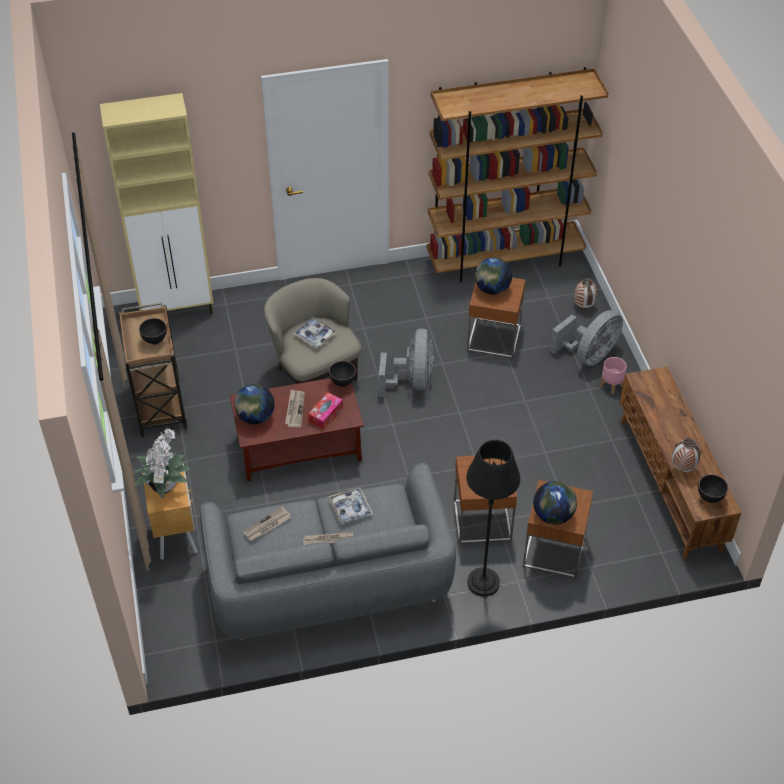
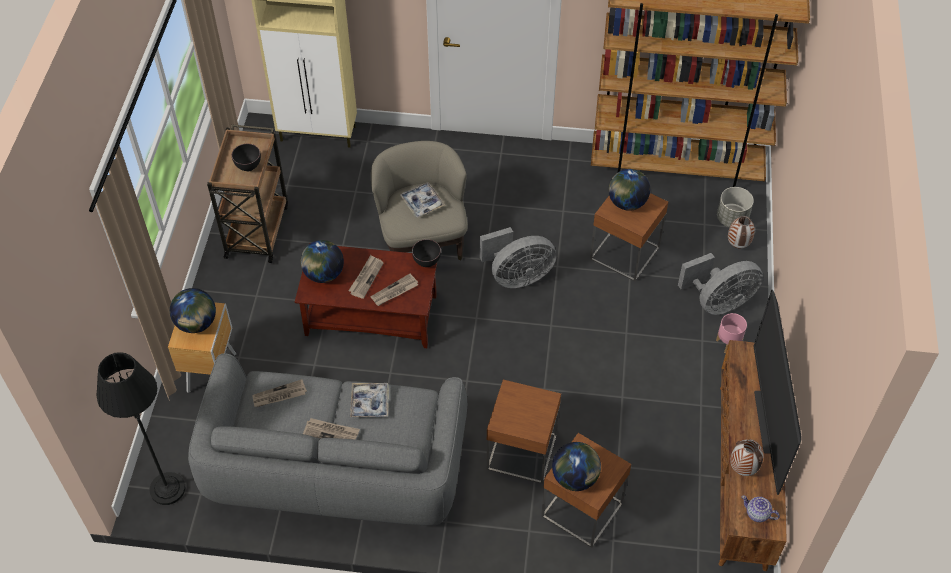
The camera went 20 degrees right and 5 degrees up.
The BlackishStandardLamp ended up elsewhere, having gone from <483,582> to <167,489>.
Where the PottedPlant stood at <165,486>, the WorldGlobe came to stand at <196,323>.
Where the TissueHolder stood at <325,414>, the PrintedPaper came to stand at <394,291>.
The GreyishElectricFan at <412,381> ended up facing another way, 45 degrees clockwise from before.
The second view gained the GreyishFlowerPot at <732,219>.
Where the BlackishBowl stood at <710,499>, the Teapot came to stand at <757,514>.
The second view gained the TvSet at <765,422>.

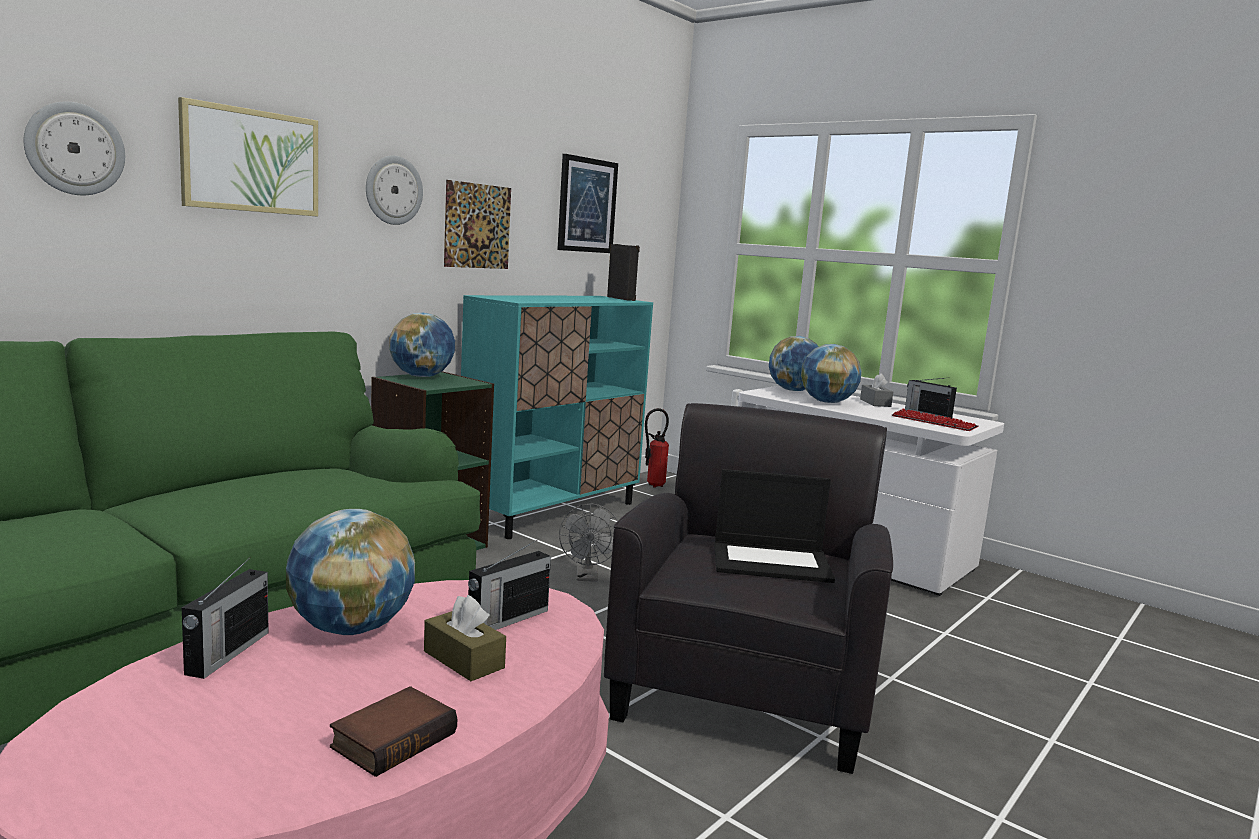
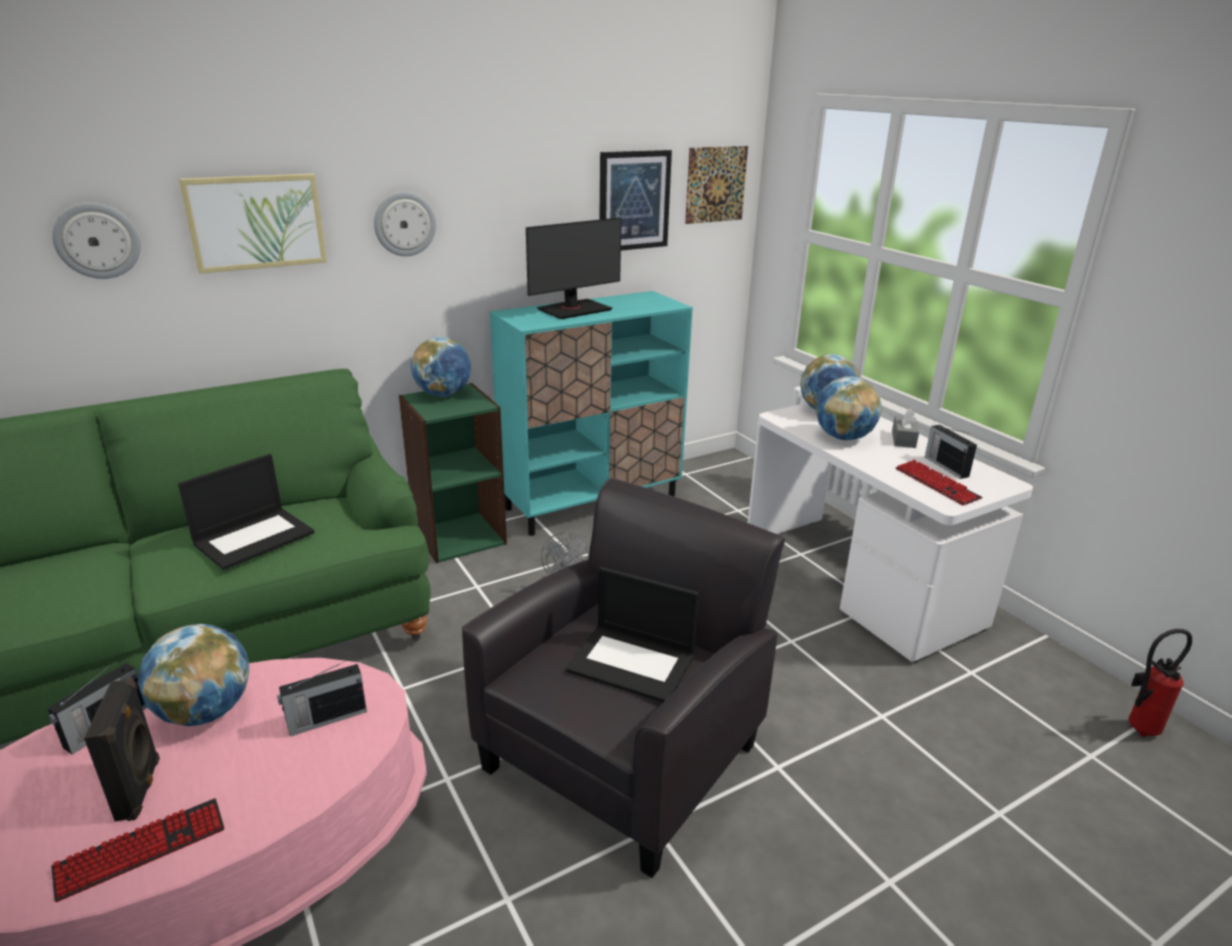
The camera went 20 degrees right and 15 degrees up.
Where the Book stood at <393,738>, the Keyboard came to stand at <141,849>.
The BlackishLoudspeaker ended up elsewhere, having gone from <622,299> to <140,788>.
The second view gained the NotebookComputer at <254,537>.
The second view gained the ComputerDisplay at <574,309>.
The Picture ended up elsewhere, having gone from <477,226> to <716,184>.
The Extinguisher ended up elsewhere, having gone from <652,485> to <1137,729>.
The second view lost the BrownColouredTissueHolder at <463,659>.

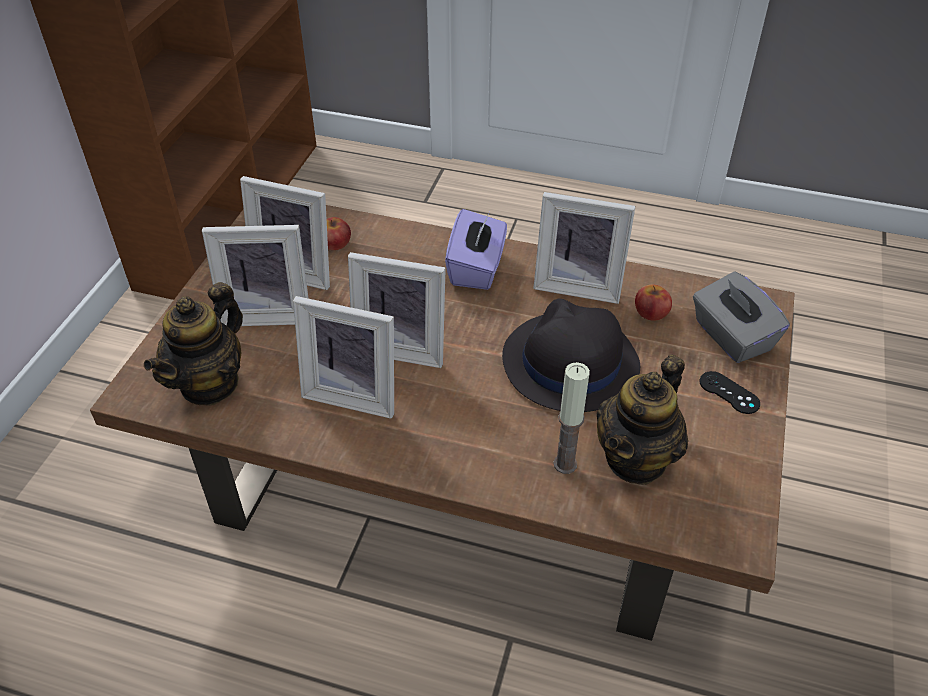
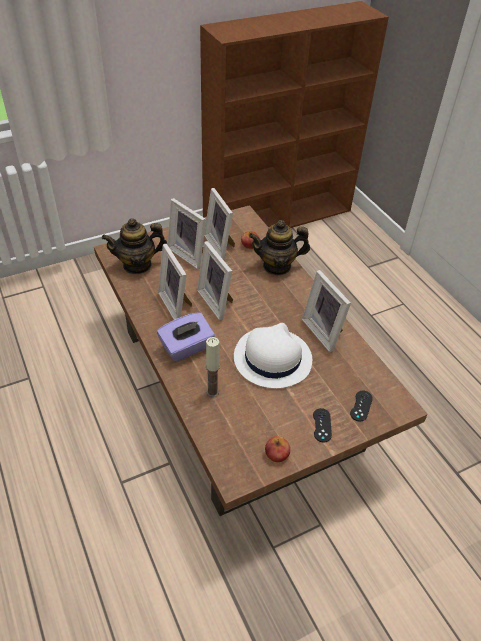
The camera went 45 degrees right and 0 degrees up.
The PurpleTissueHolder ended up elsewhere, having gone from <477,268> to <186,348>.
What was the BlackishWearableHat at <569,363> turned into the WhiteWearableHat at <272,358>.
The Teapot ended up elsewhere, having gone from <636,458> to <277,266>.
The AppleFruit ended up elsewhere, having gone from <651,312> to <276,454>.
Where the GreyishTissueHolder stood at <731,337>, the BlackishGameController came to stand at <361,406>.

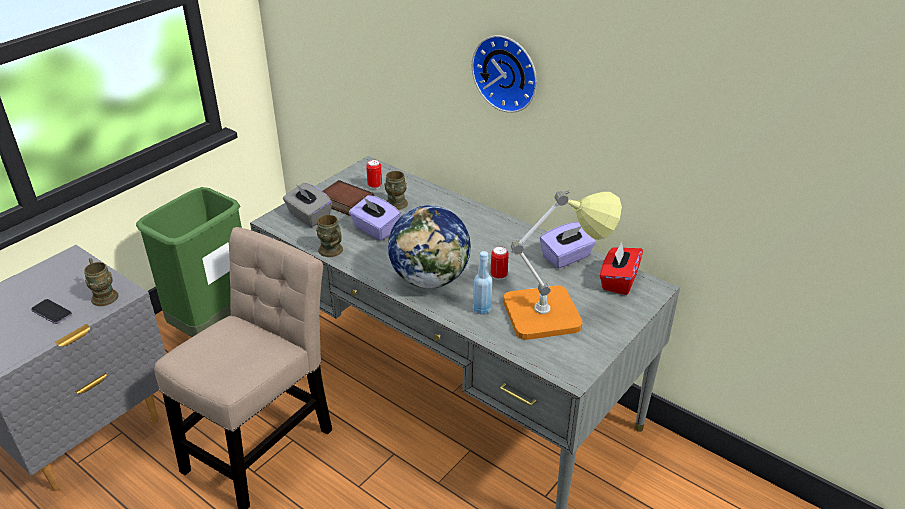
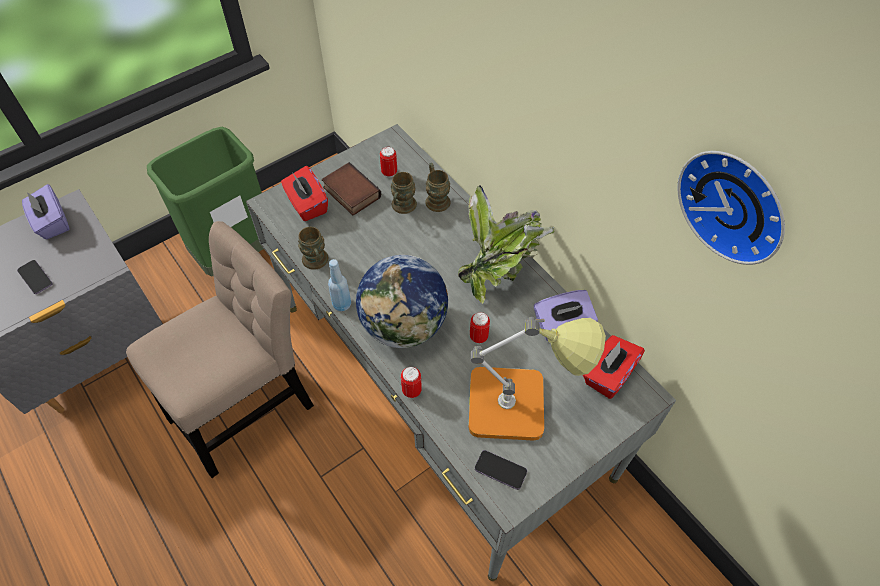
The camera went 15 degrees right and 20 degrees up.
The PurpleTissueHolder ended up elsewhere, having gone from <375,230> to <52,222>.
What was the GreyishTissueHolder at <308,216> turned into the RedColouredTissueHolder at <307,205>.
The BlueBeverageBottle ended up elsewhere, having gone from <482,309> to <342,304>.
The second view gained the MetalCan at <411,390>.
The BrownColouredTeaMug ended up elsewhere, having gone from <103,295> to <436,198>.
The second view gained the PottedPlant at <499,268>.
The second view gained the Handset at <500,470>.
The WallClock ended up elsewhere, having gone from <507,72> to <735,204>.

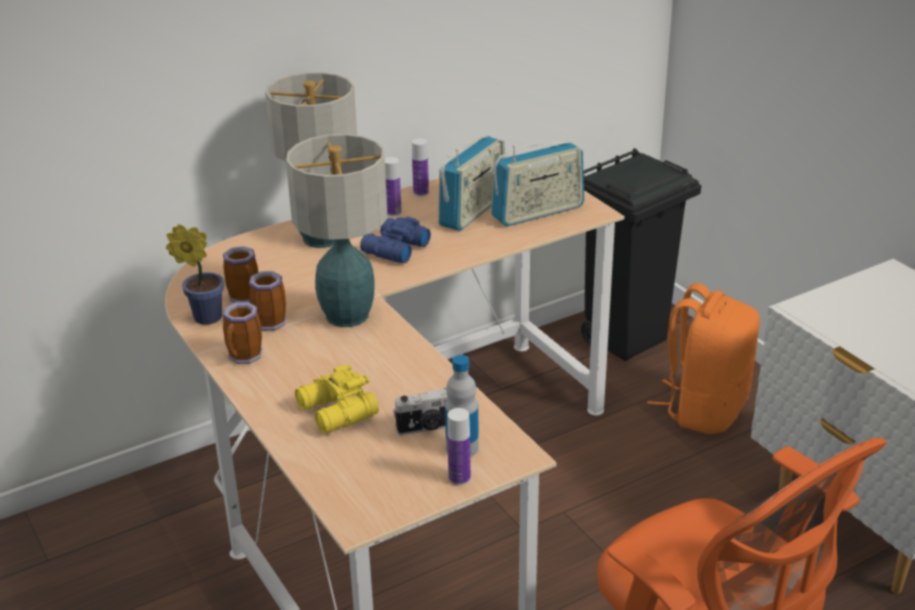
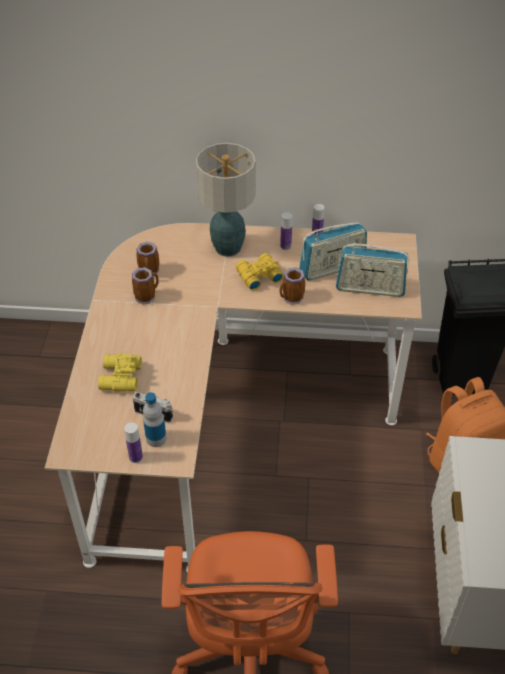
The camera went 35 degrees right and 15 degrees up.
What was the BlueBinoculars at <394,249> turned into the YellowBinoculars at <258,276>.
The TeaMug ended up elsewhere, having gone from <245,357> to <291,299>.
The second view lost the PottedPlant at <204,317>.
The second view lost the TabletopLamp at <346,315>.

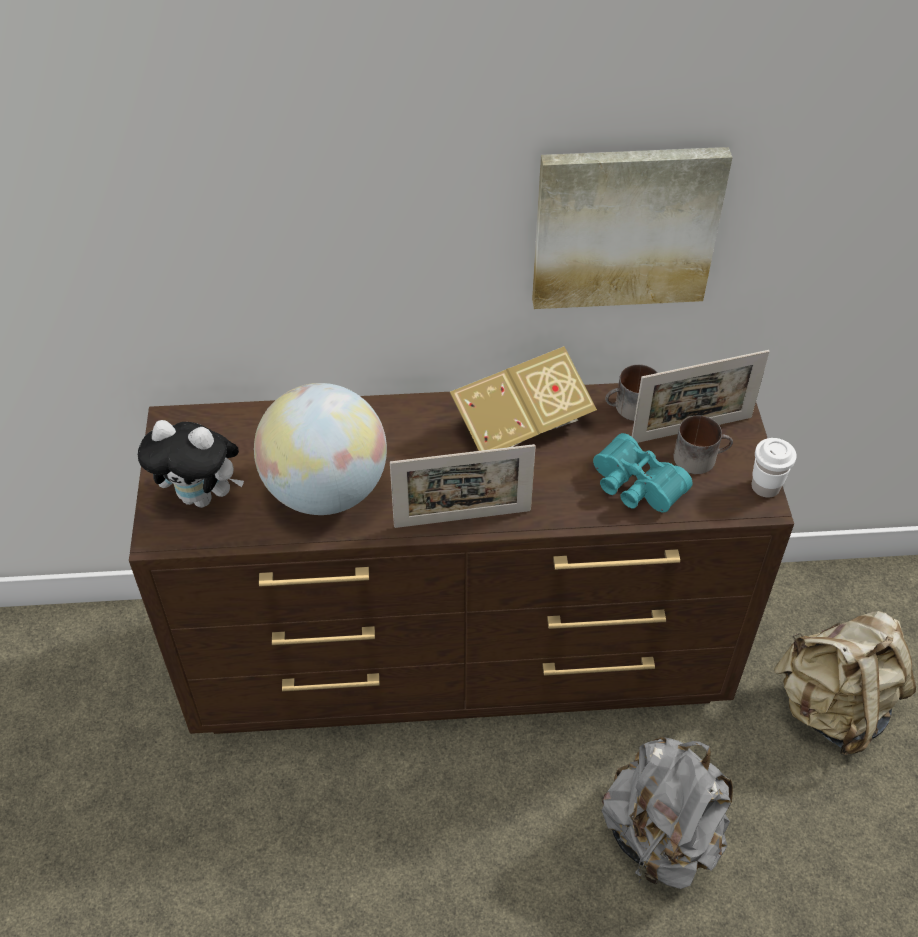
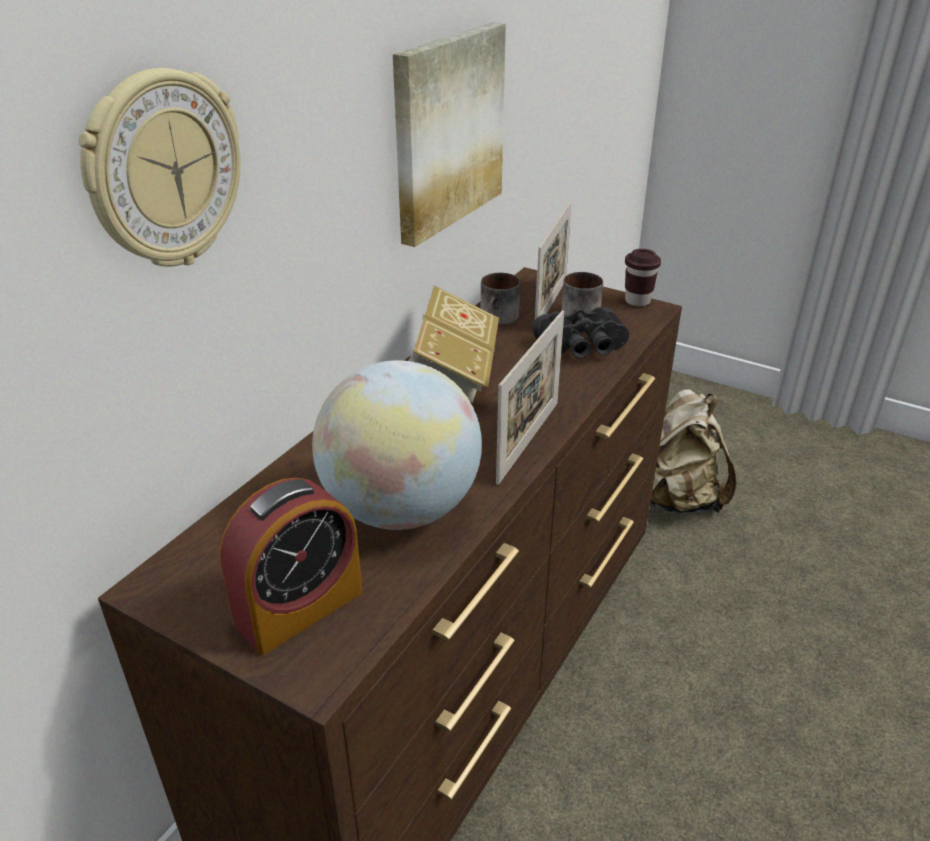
The camera went 55 degrees left and 15 degrees down.
The second view gained the WallClock at <164,171>.
Where the SoftToy stood at <202,497>, the AlarmClock came to stand at <299,608>.
What was the TurquoiseBinoculars at <634,487> turned into the BlackishBinoculars at <582,348>.
What was the WhiteSmallCup at <765,487> turned into the BrownColouredSmallCup at <637,301>.
The second view lost the GreyishBackpack at <661,836>.

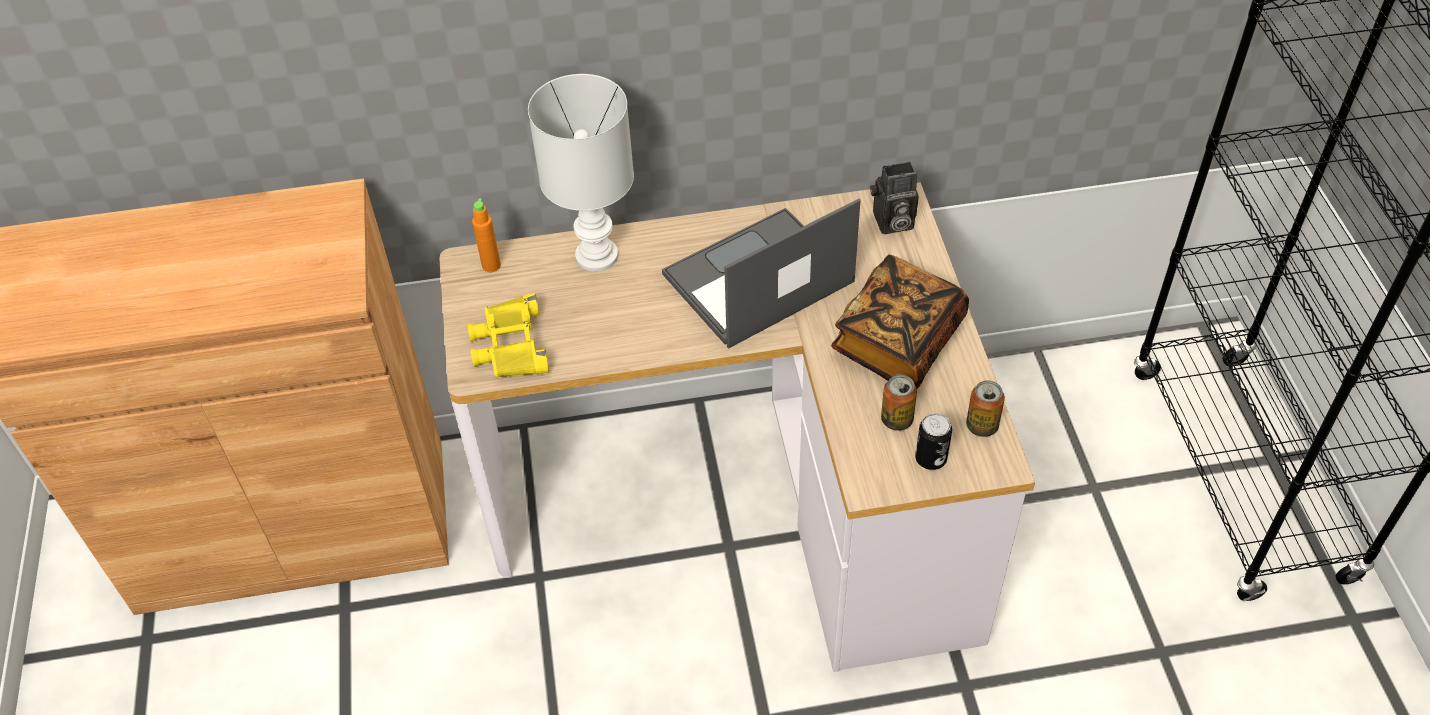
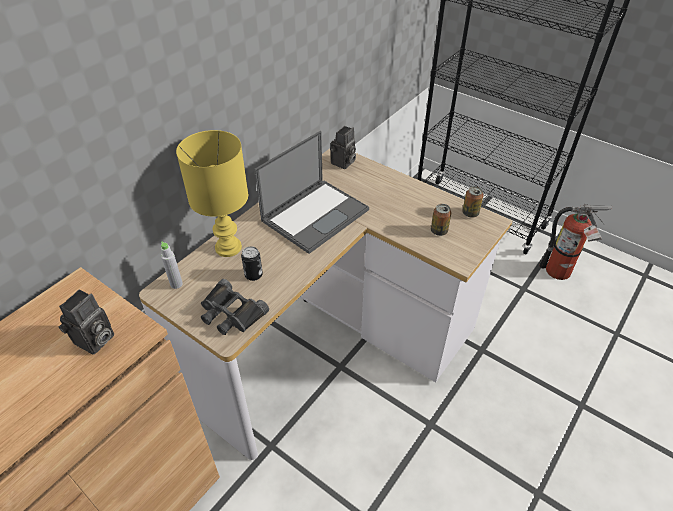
The camera went 45 degrees left and 5 degrees down.
The second view gained the PhotoCamera at <94,341>.
What was the OrangeColouredBeverageBottle at <491,265> turned into the GreyishBeverageBottle at <176,284>.
What was the WhiteTabletopLamp at <596,254> turned into the YellowTabletopLamp at <227,247>.
What was the YellowBinoculars at <509,345> turned into the BlackishBinoculars at <231,313>.
The MetalCan ended up elsewhere, having gone from <930,459> to <253,275>.
The NotebookComputer at <756,280> ended up facing another way, 150 degrees counterclockwise from before.
The second view gained the Extinguisher at <561,273>.
The second view lost the Book at <898,342>.

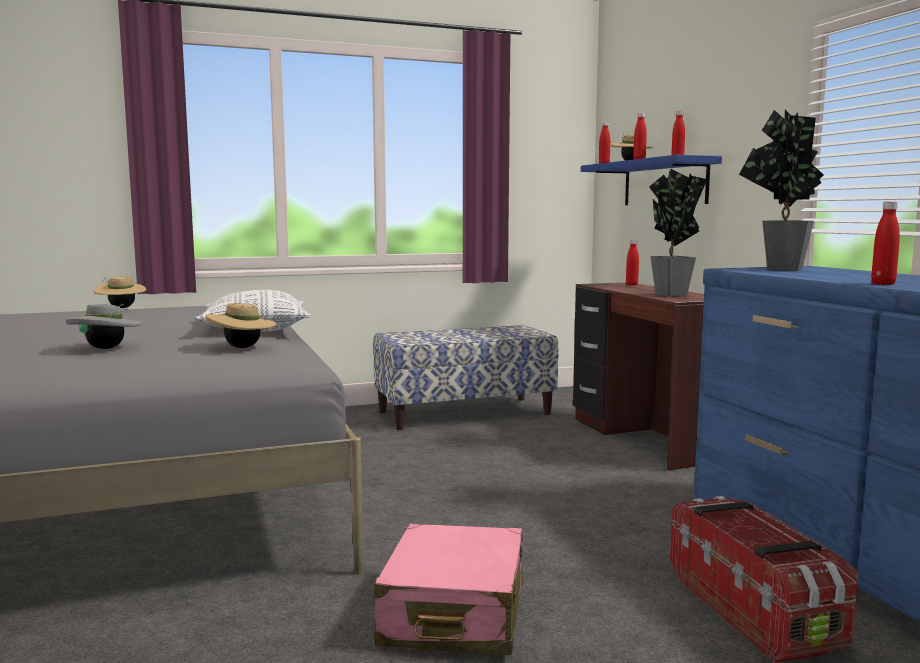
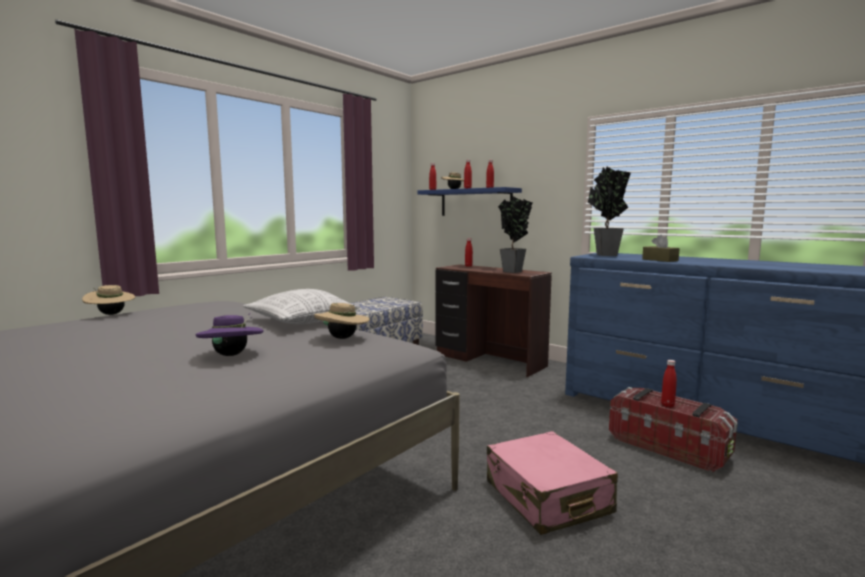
The camera went 30 degrees left and 0 degrees up.
What was the GreyishWearableHat at <106,348> turned into the PurpleWearableHat at <232,355>.
The second view gained the BrownColouredTissueHolder at <660,260>.
The RedColouredBeverageBottle ended up elsewhere, having gone from <883,284> to <667,405>.

